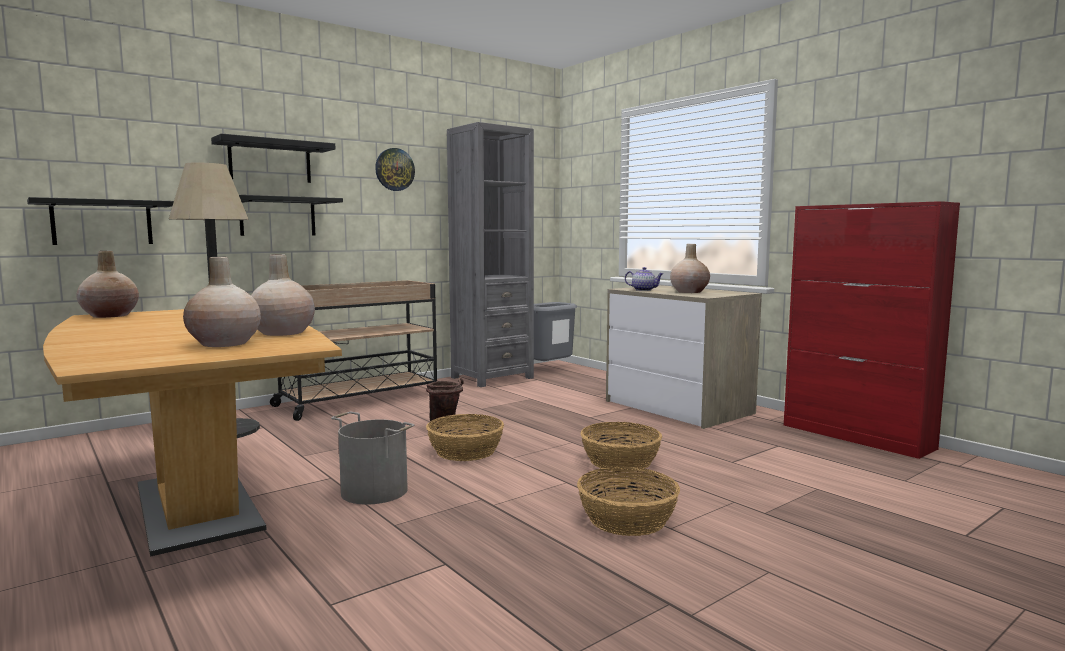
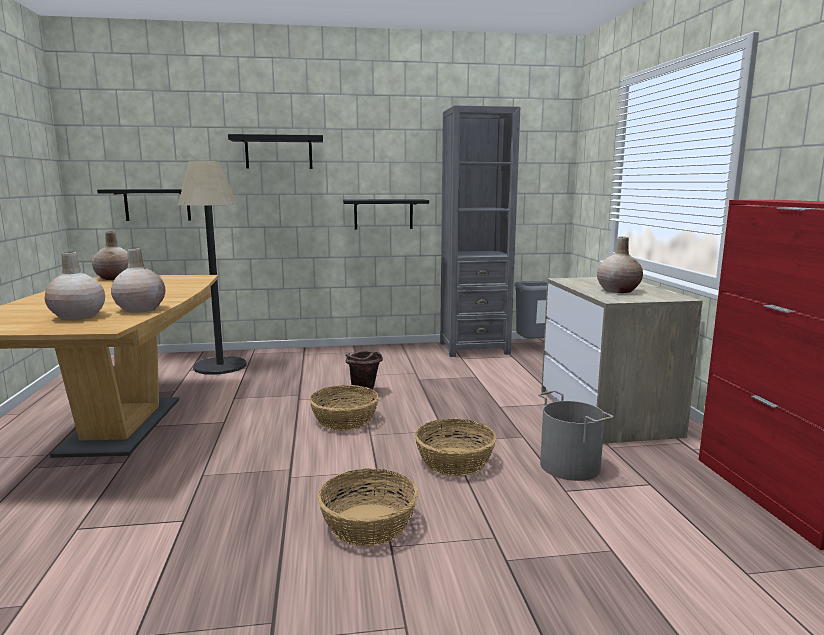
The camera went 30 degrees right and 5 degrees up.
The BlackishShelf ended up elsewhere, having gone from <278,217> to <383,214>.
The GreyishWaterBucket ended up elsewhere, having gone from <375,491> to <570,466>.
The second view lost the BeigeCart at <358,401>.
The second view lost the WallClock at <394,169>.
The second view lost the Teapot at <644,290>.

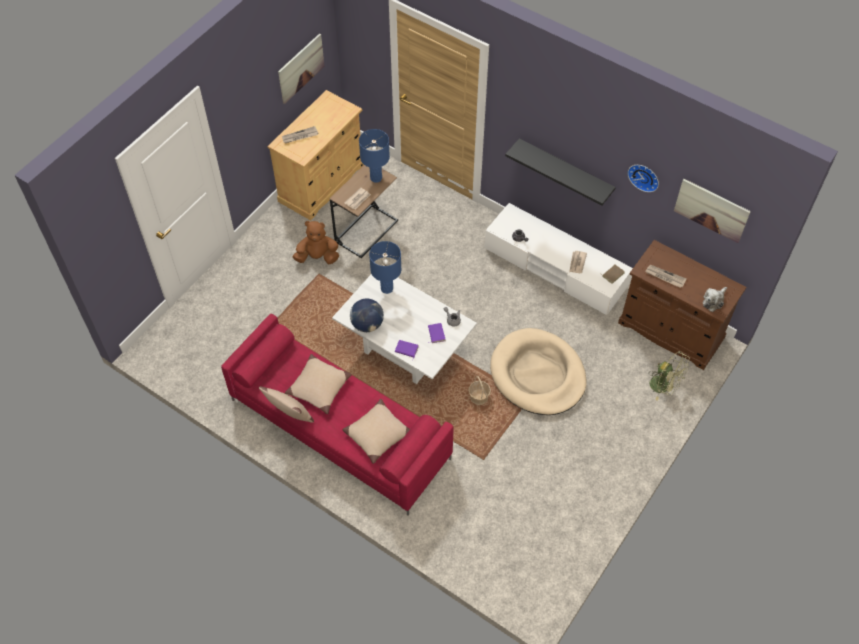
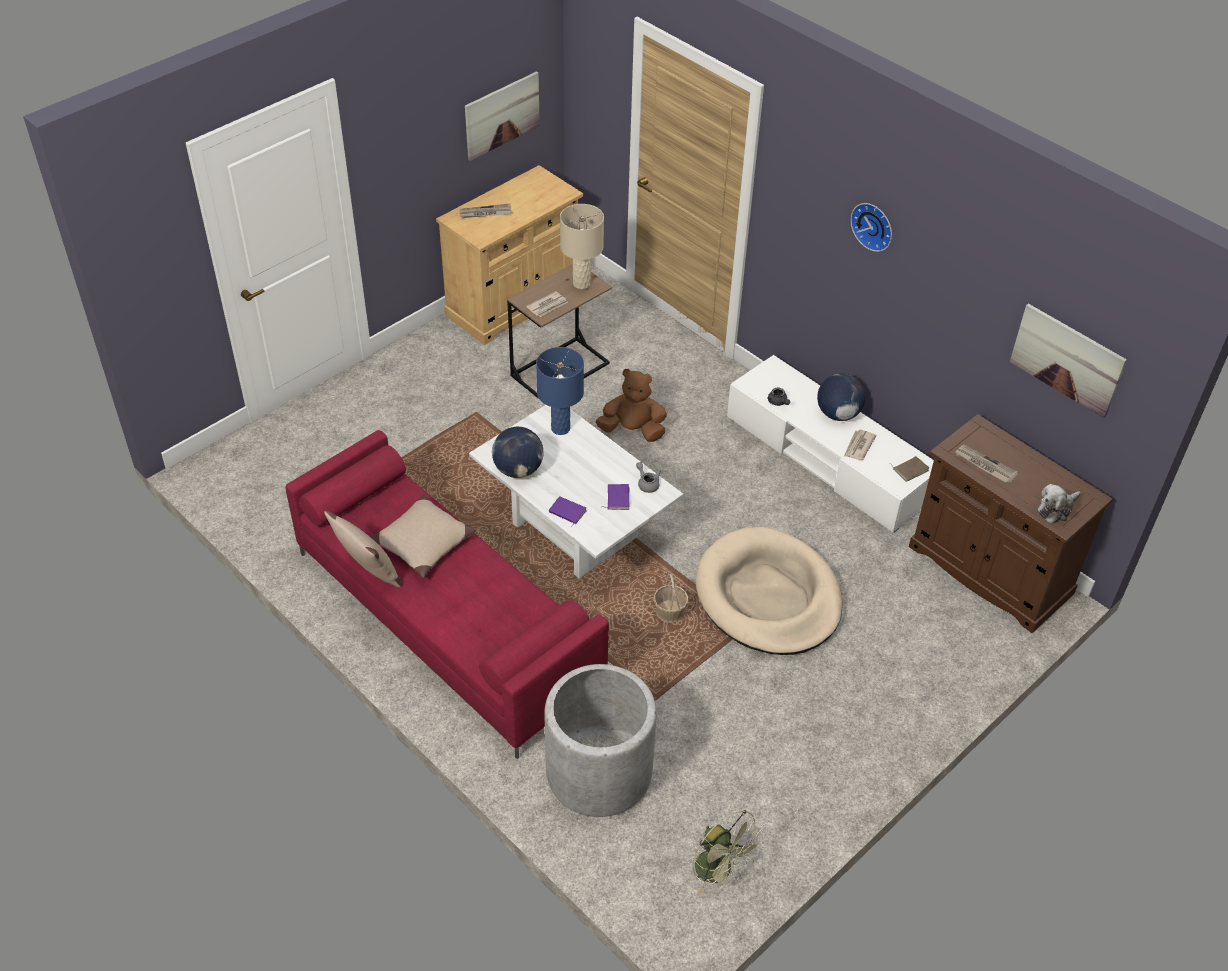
The camera went 10 degrees right and 10 degrees down.
The second view gained the GreyishFlowerPot at <598,772>.
What was the BlueTabletopLamp at <376,178> turned into the BeigeTabletopLamp at <581,283>.
The BrownColouredSoftToy ended up elsewhere, having gone from <317,257> to <632,430>.
The GreenishElectricFan ended up elsewhere, having gone from <664,386> to <720,872>.
The second view gained the WorldGlobe at <838,414>.
The WallClock ended up elsewhere, having gone from <644,176> to <874,225>.
The second view lost the BeigeCushion at <377,434>.
The second view lost the BlackishShelf at <565,170>.

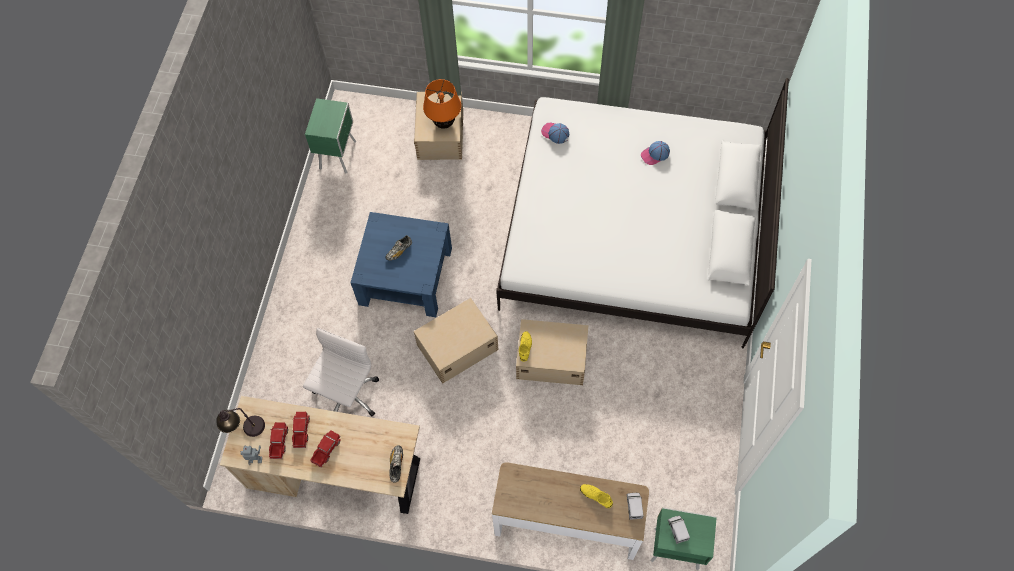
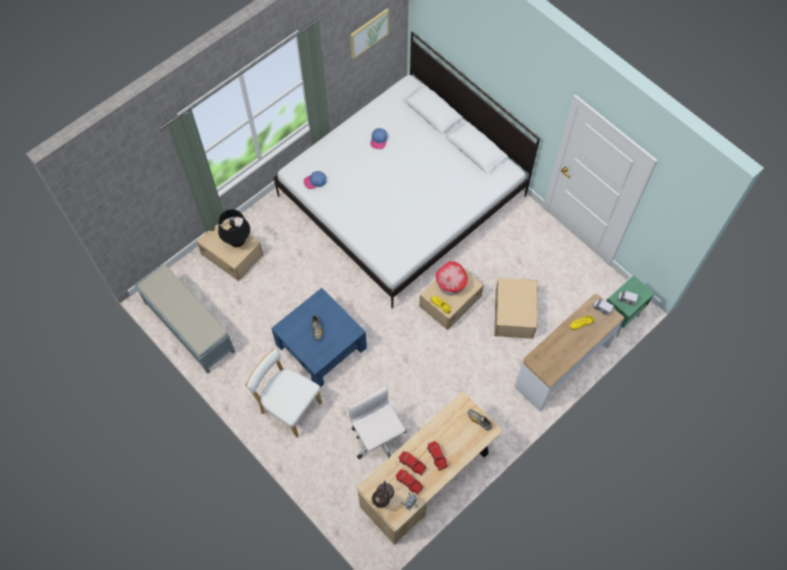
The camera went 55 degrees left and 0 degrees up.
Where the GreenishNightstand stood at <339,154>, the GreyishLongSeat came to stand at <189,327>.
What was the OrangeColouredTabletopLamp at <444,123> turned into the BlackishTabletopLamp at <237,242>.
The second view gained the WhiteUprightChair at <289,406>.
The second view gained the Picture at <369,33>.
The second view gained the ToyHouse at <451,285>.
The BeigeStorageBin ended up elsewhere, having gone from <456,347> to <513,314>.

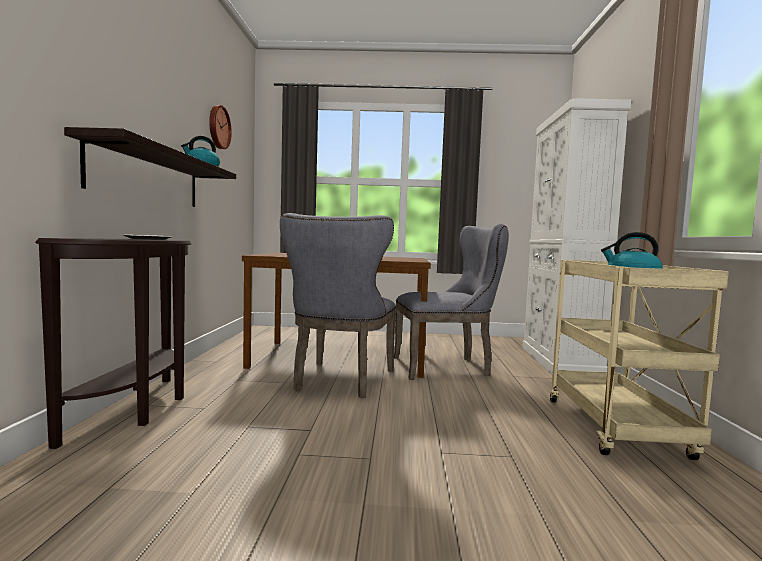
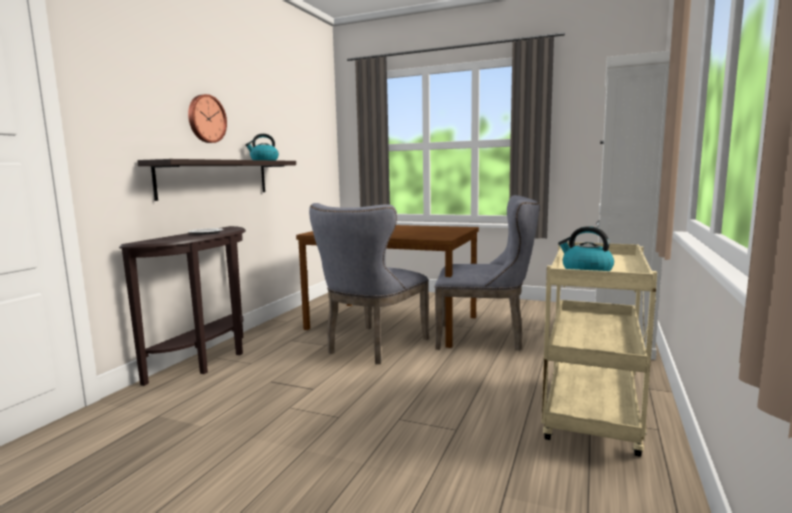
The camera went 20 degrees right and 5 degrees up.
The WallClock ended up elsewhere, having gone from <218,127> to <206,119>.

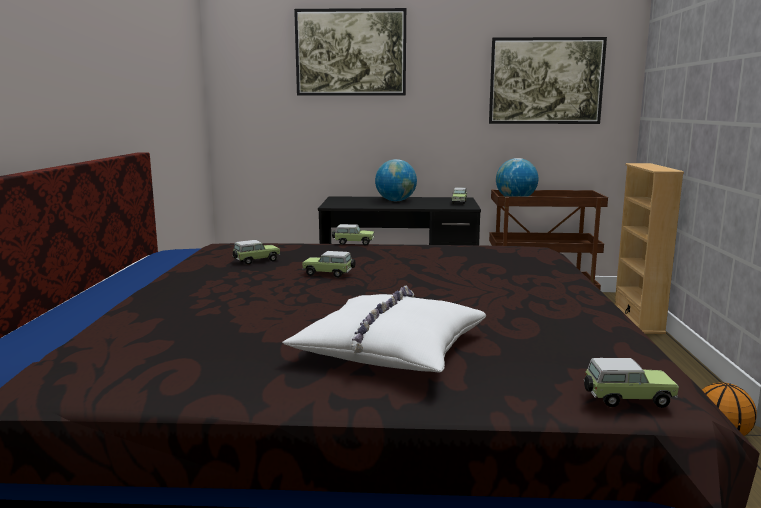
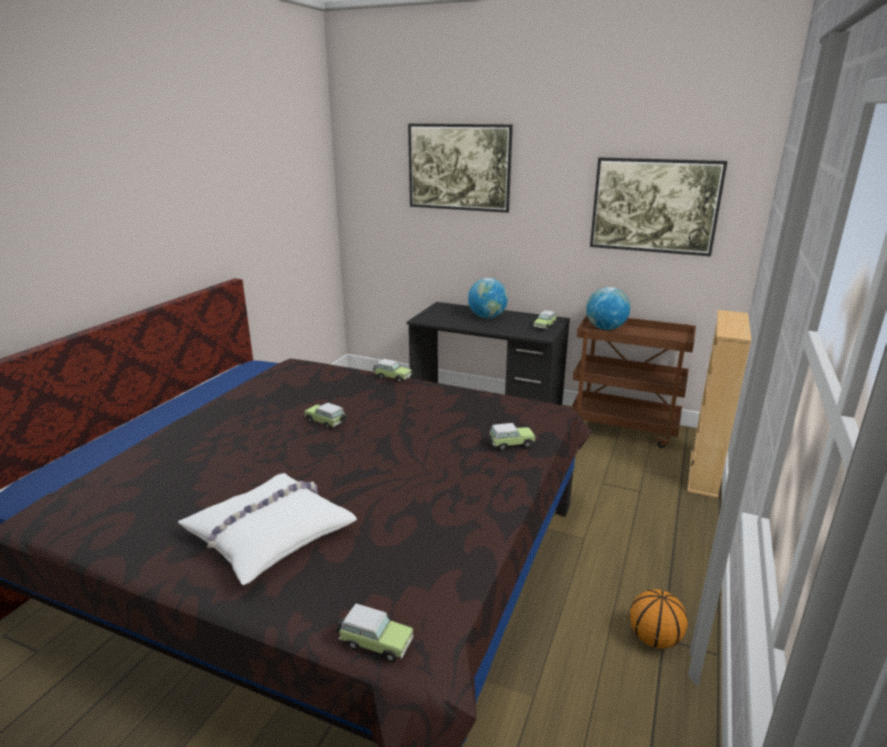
The camera went 20 degrees right and 10 degrees up.
The ModelCar ended up elsewhere, having gone from <255,261> to <510,444>.

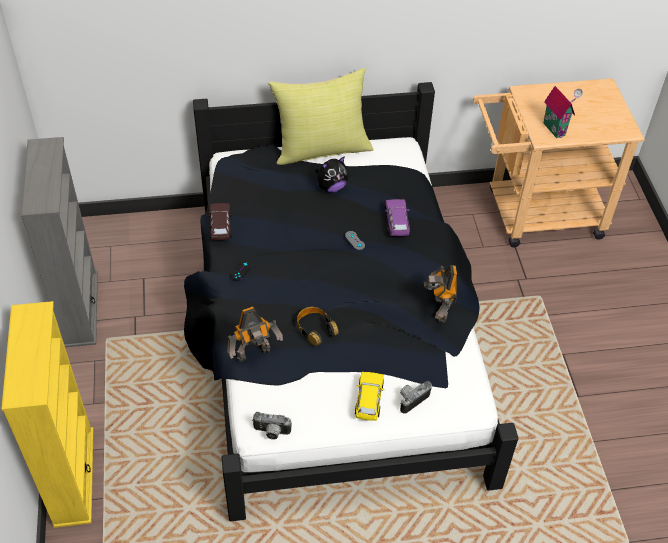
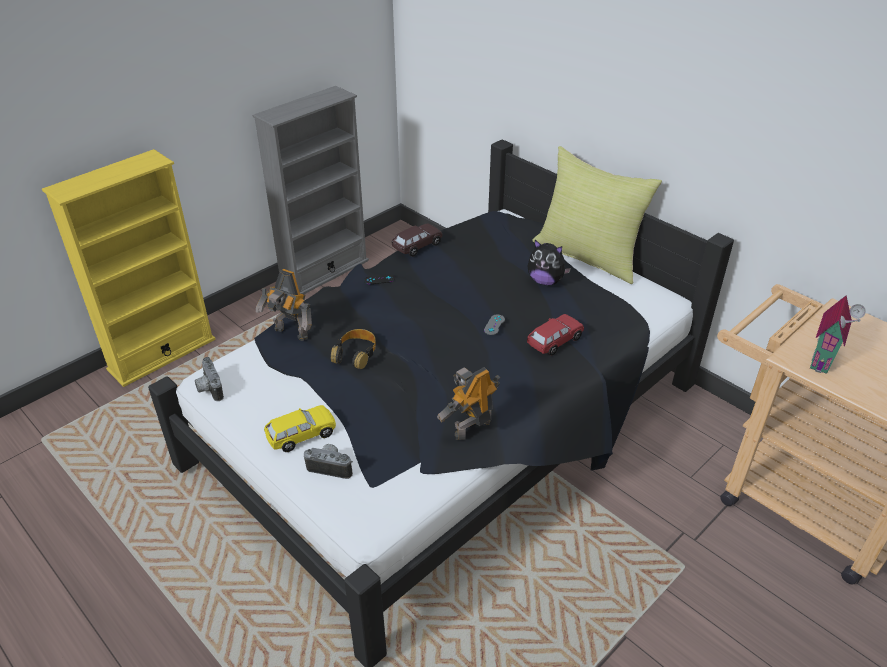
The camera went 55 degrees right and 10 degrees down.
What was the PurpleModelCar at <397,223> turned into the RedColouredModelCar at <554,341>.

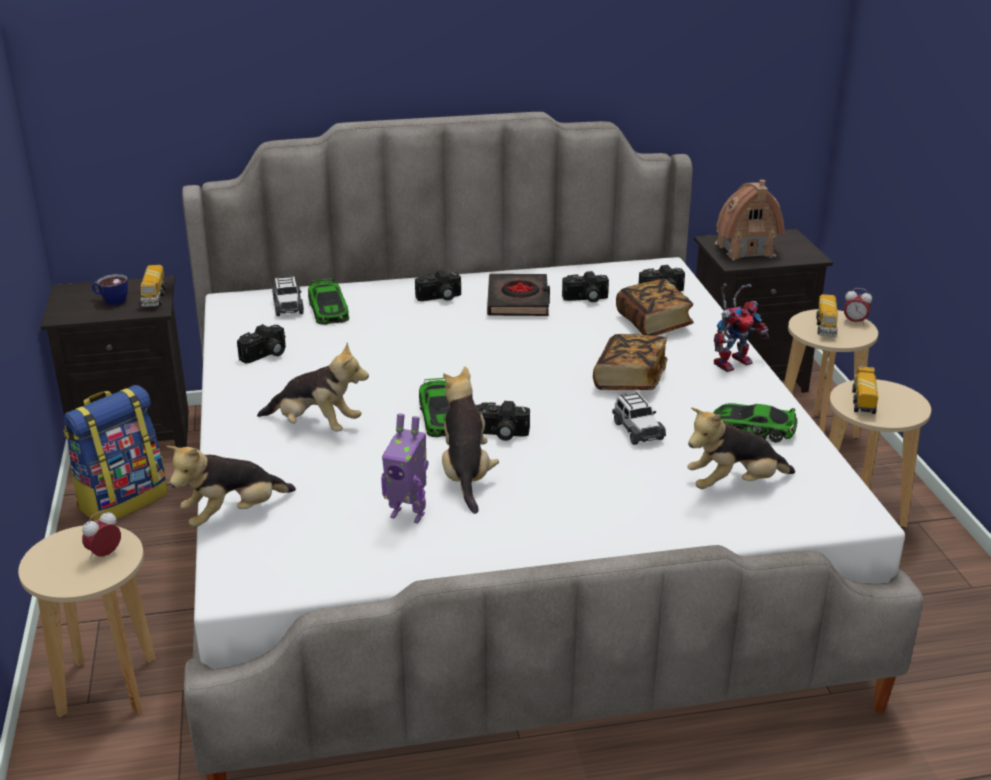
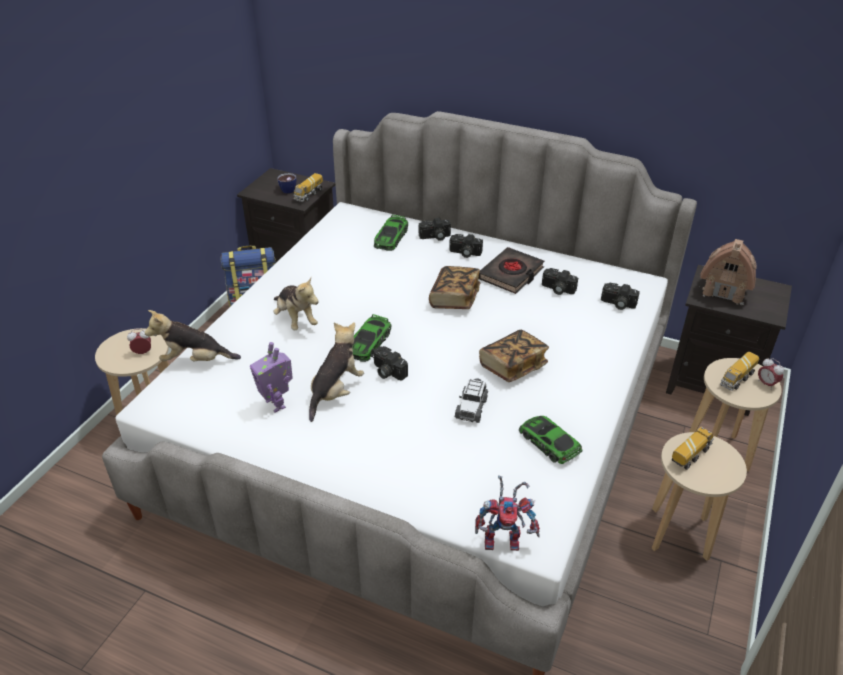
The camera went 35 degrees right and 10 degrees up.
The PhotoCamera ended up elsewhere, having gone from <266,355> to <435,237>.
The Book ended up elsewhere, having gone from <653,323> to <454,298>.
The ModelRobot ended up elsewhere, having gone from <733,361> to <505,539>.
The second view lost the ModelCar at <288,306>.
The second view lost the SoftToy at <734,485>.

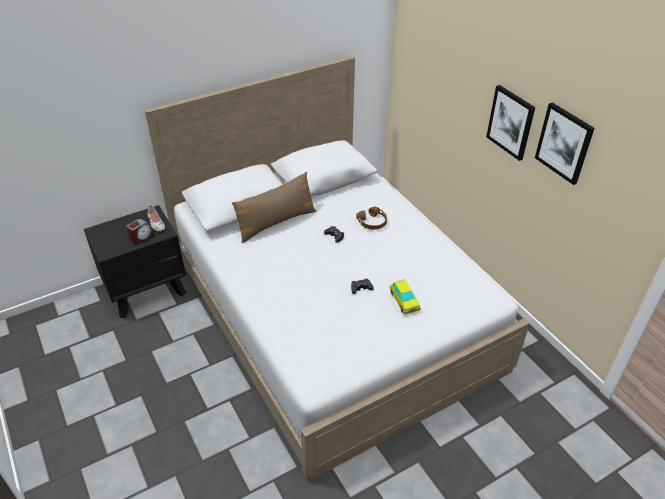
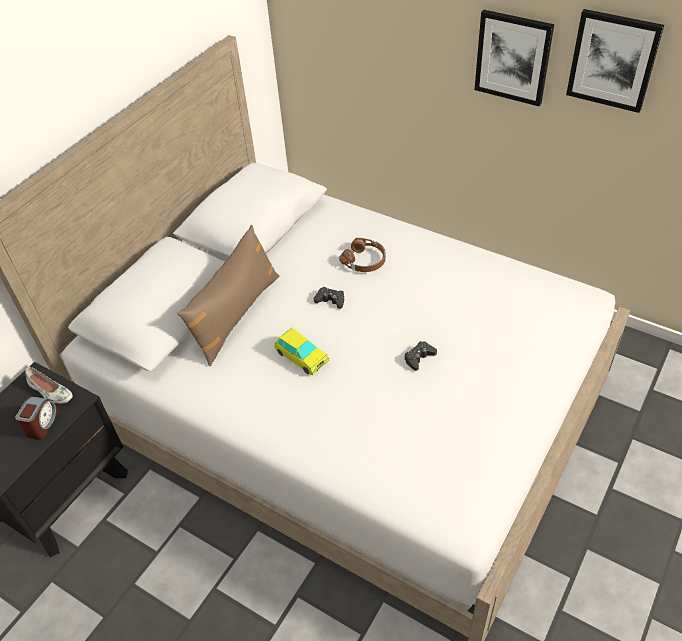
The camera went 25 degrees left and 5 degrees up.
The ModelCar ended up elsewhere, having gone from <404,301> to <302,357>.

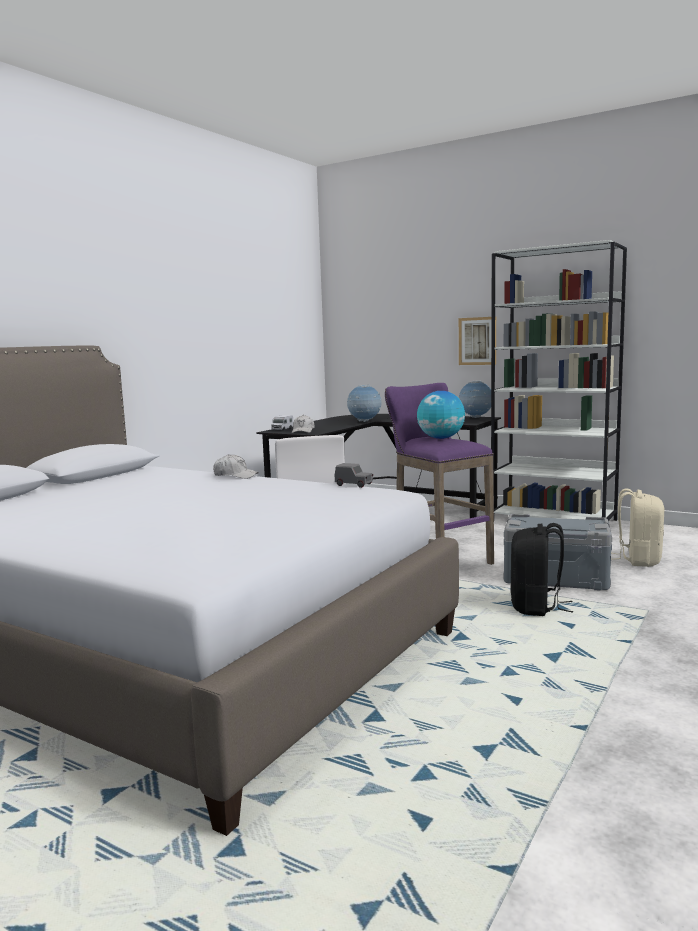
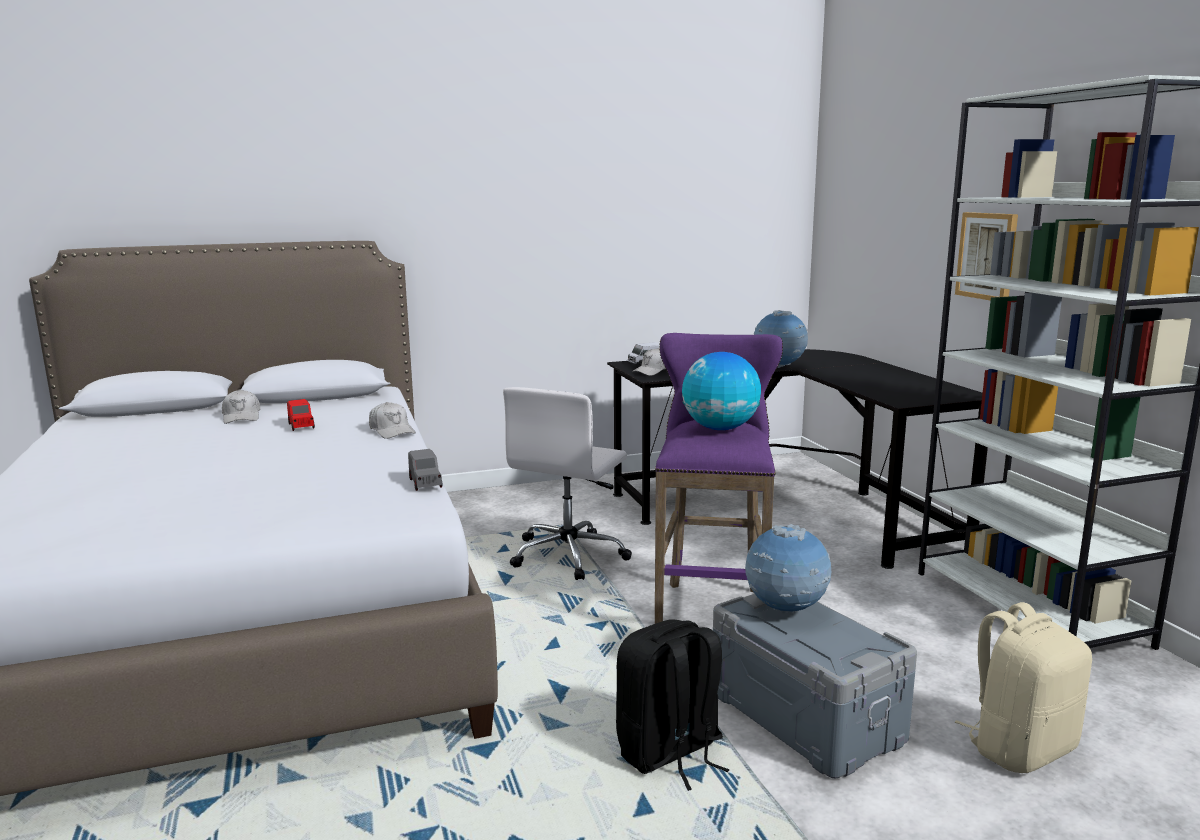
The camera went 40 degrees right and 5 degrees up.
The second view gained the WhiteBaseballCap at <242,417>.
The second view gained the RedColouredModelCar at <301,426>.
The WorldGlobe ended up elsewhere, having gone from <476,417> to <785,611>.

